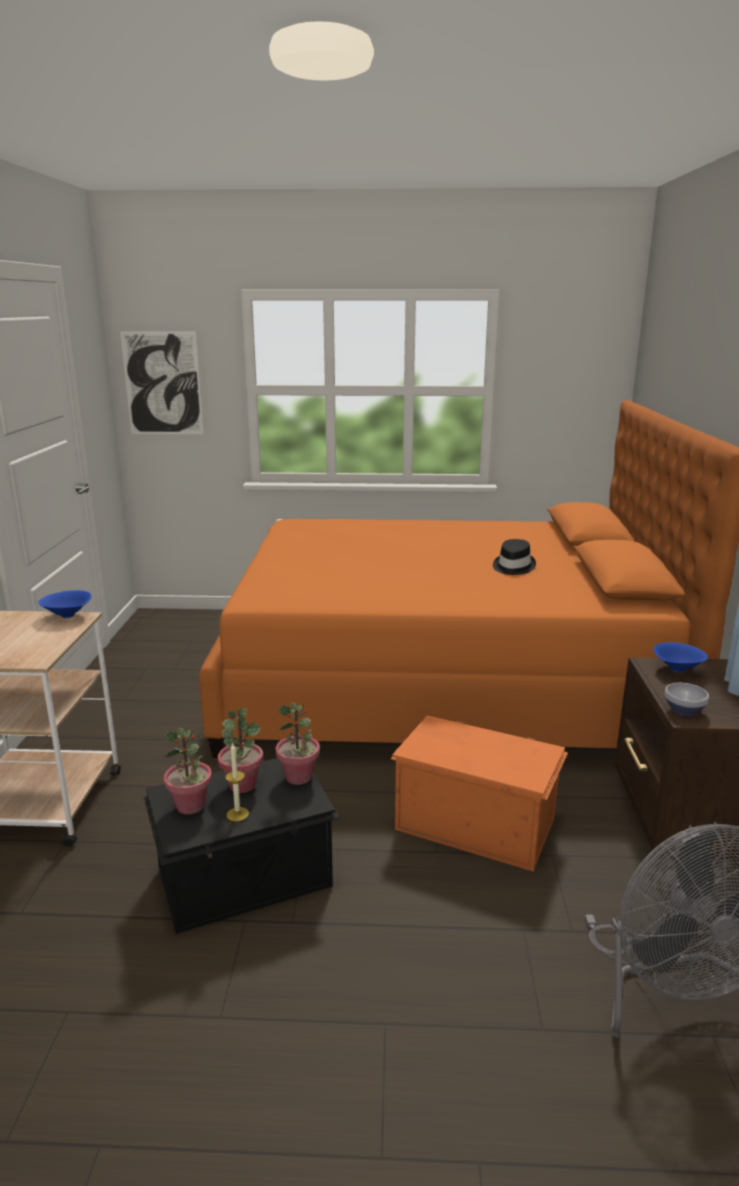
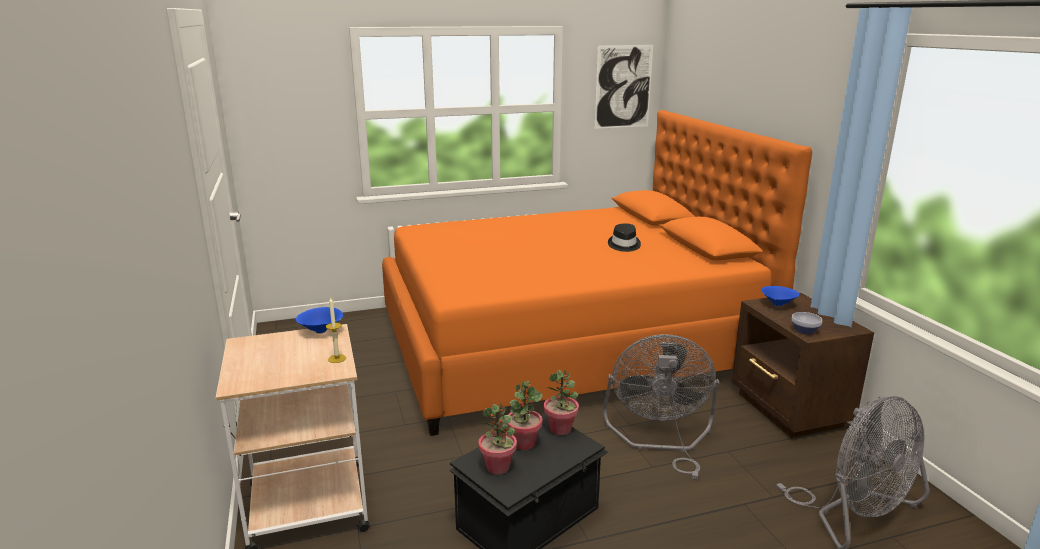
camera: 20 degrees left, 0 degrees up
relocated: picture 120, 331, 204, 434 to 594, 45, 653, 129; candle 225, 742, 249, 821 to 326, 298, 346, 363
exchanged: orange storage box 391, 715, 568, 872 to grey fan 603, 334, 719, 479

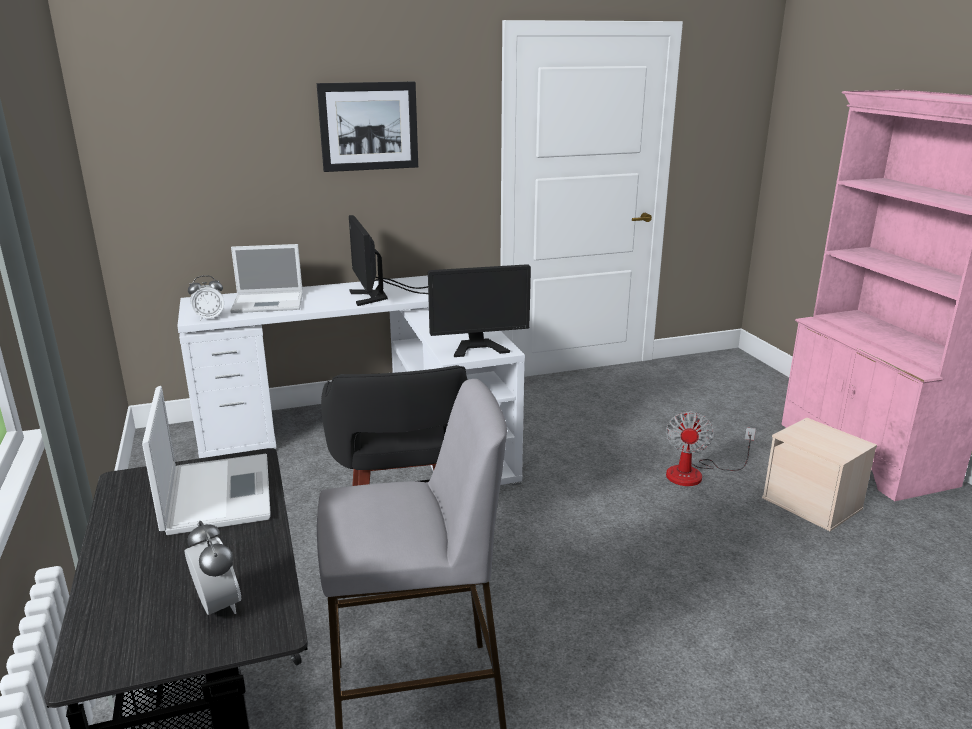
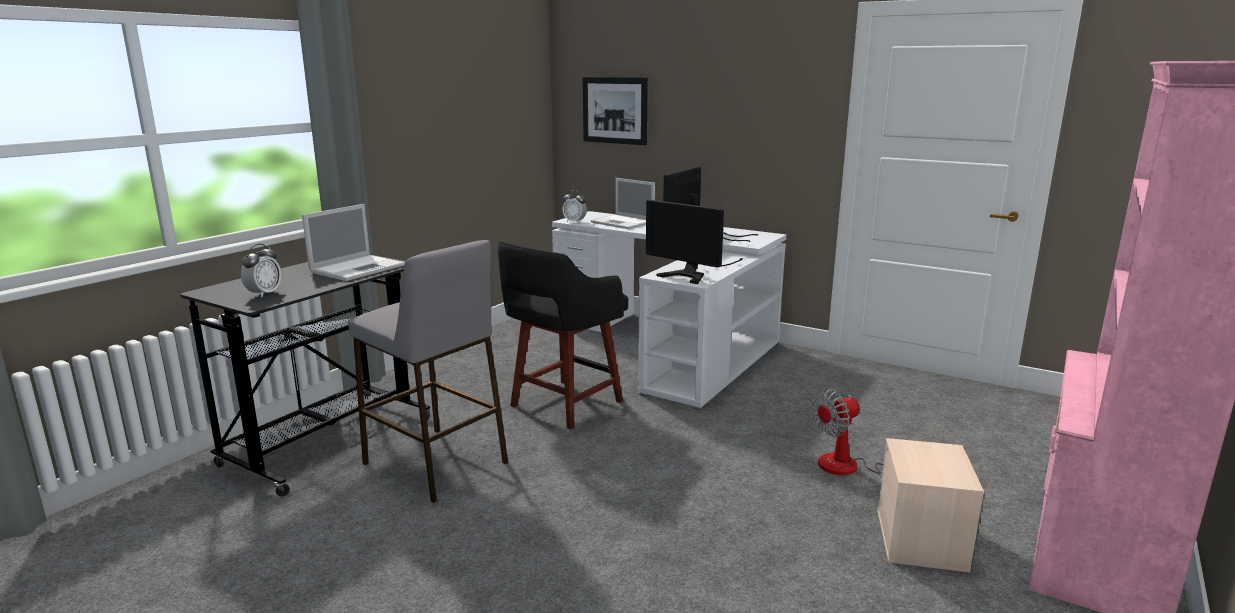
camera: 50 degrees right, 5 degrees down
relocated: picture 317, 82, 418, 172 to 583, 77, 648, 145

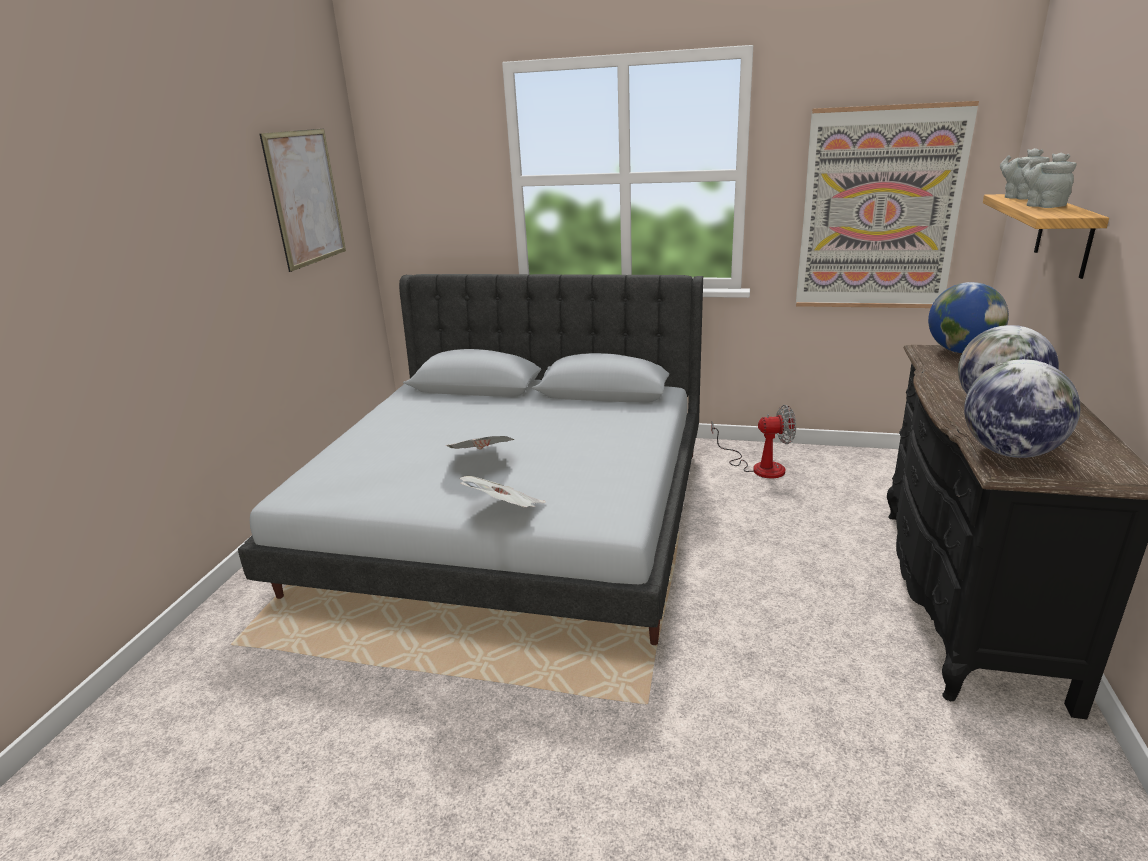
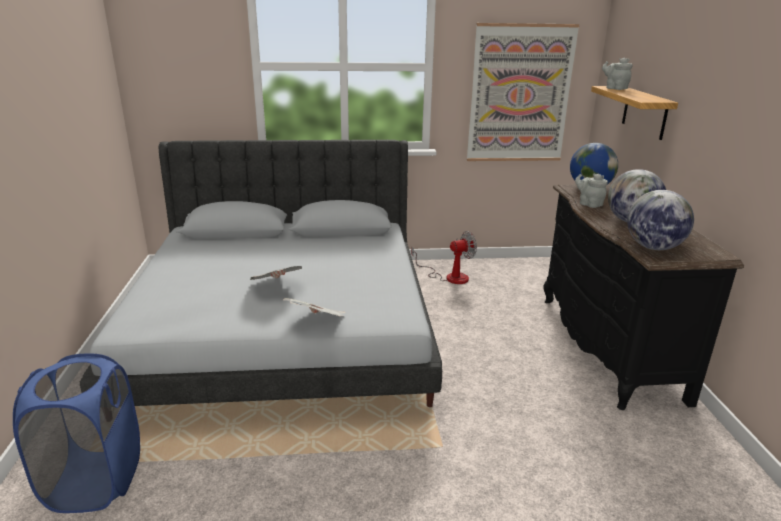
camera: 20 degrees left, 0 degrees up
missing: picture 259, 129, 346, 272
appeared: blue laundry basket 13, 353, 140, 513
relocated: grey teapot 1021, 152, 1077, 208 to 575, 174, 608, 208

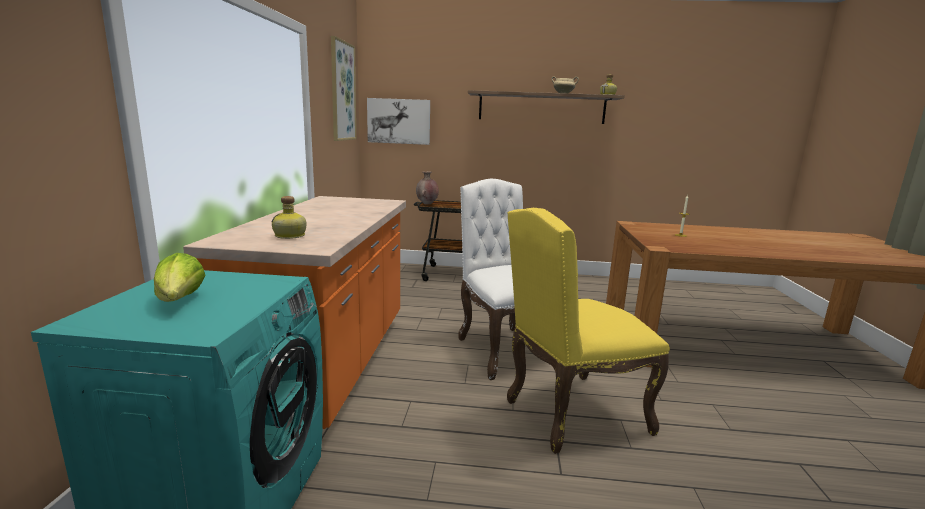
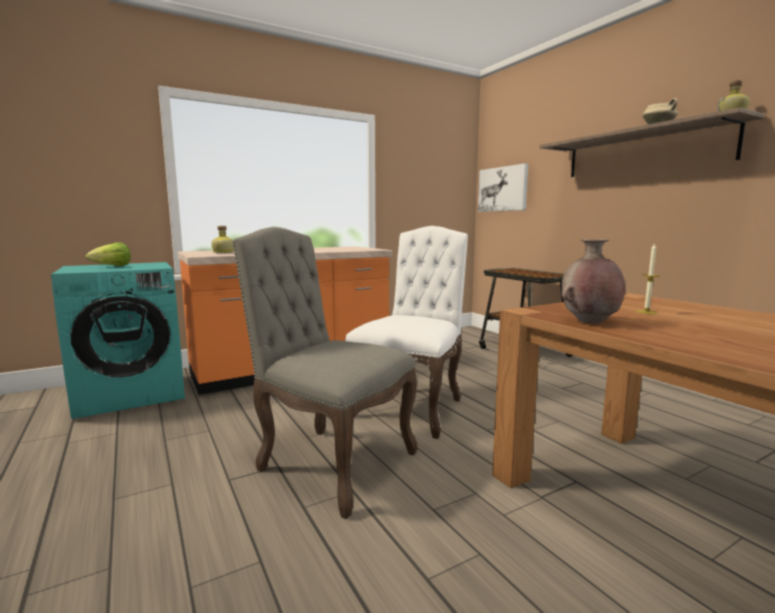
camera: 55 degrees right, 5 degrees down
missing: picture 331, 36, 356, 141
relocated: brown vase 416, 171, 439, 204 to 561, 239, 625, 324
colour: yellow chair 507, 208, 670, 454 to grey chair 233, 227, 417, 519

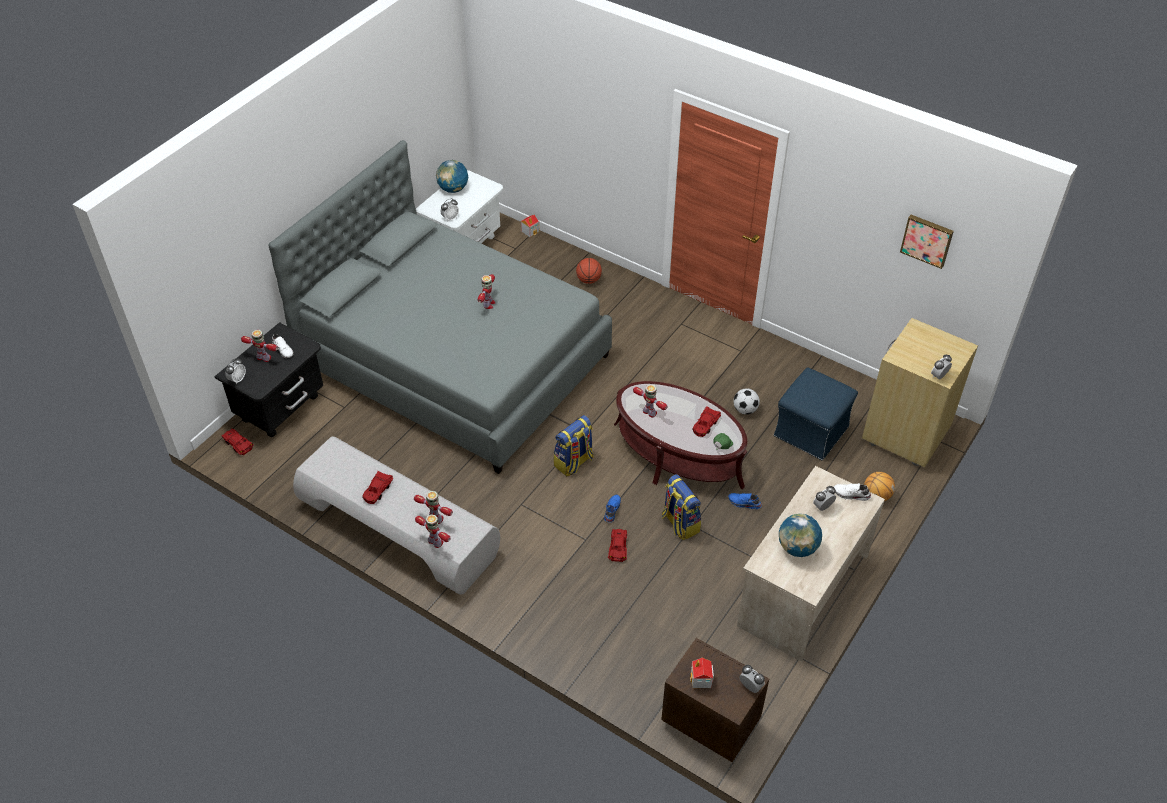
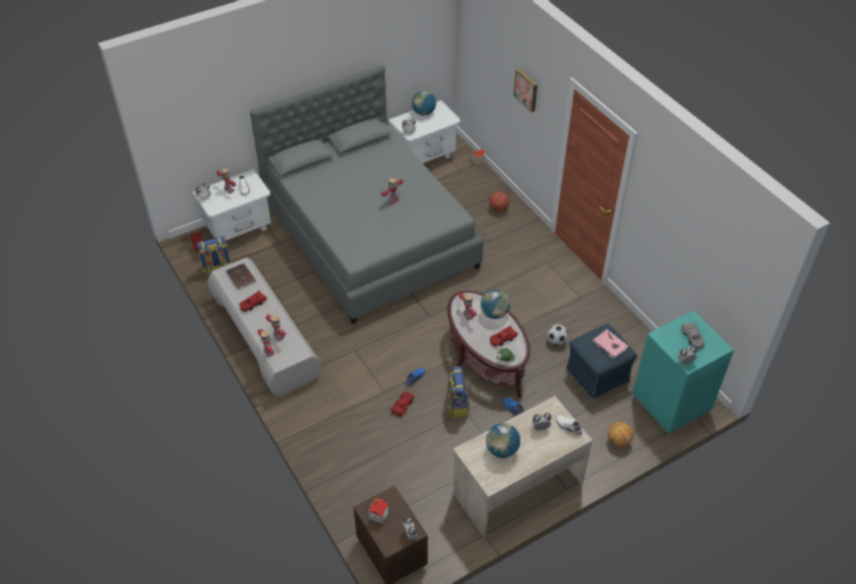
camera: 25 degrees right, 0 degrees up
appeared: brown book 226, 263, 256, 289; globe 481, 289, 510, 319; grey toy car 681, 322, 705, 349; pink book 593, 330, 628, 359
relocated: picture 900, 215, 954, 269 to 514, 69, 537, 112; backpack 554, 415, 594, 476 to 196, 236, 231, 276
colour: brown dresser 862, 318, 978, 467 to turquoise dresser 632, 311, 734, 434; black nightstand 214, 322, 323, 437 to white nightstand 192, 169, 271, 244

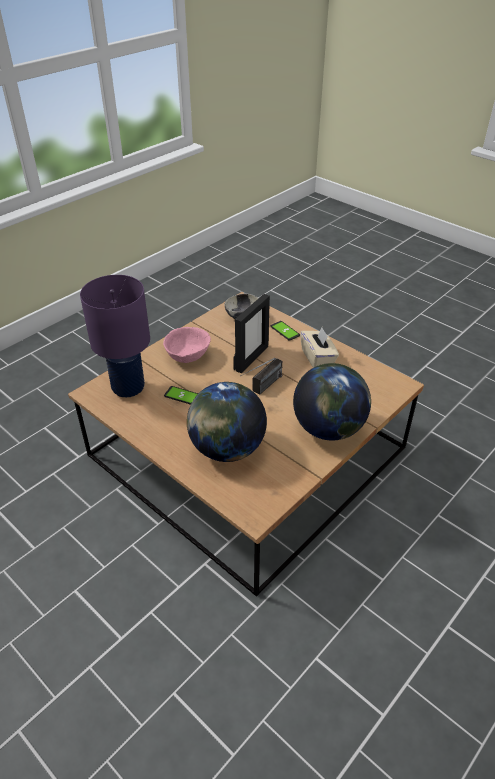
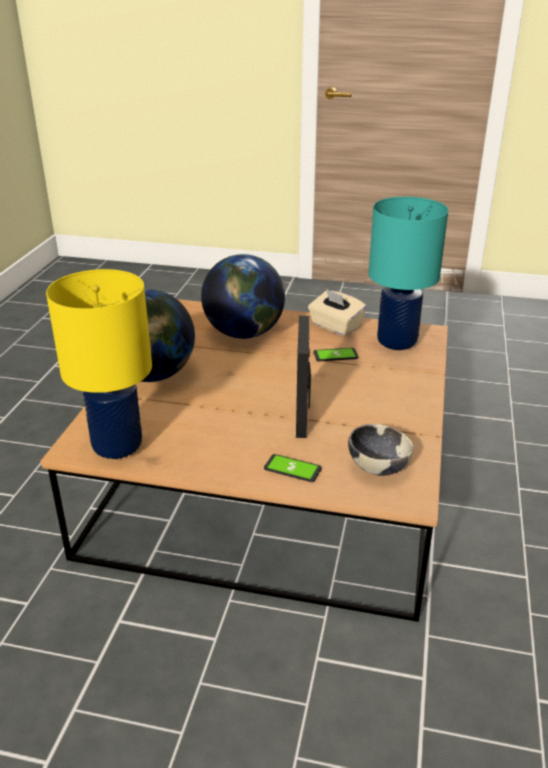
camera: 150 degrees right, 10 degrees down
missing: pink bowl 163, 327, 211, 363; radio 240, 358, 282, 394
appeared: yellow table lamp 46, 269, 152, 459
relocated: beige tissue box 300, 327, 339, 368 to 308, 289, 367, 336
colour: purple table lamp 80, 275, 150, 397 to turquoise table lamp 368, 197, 449, 350

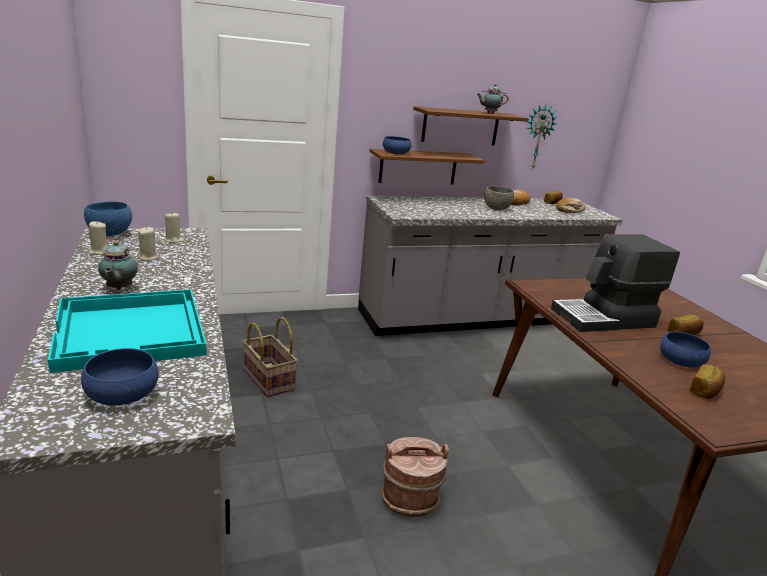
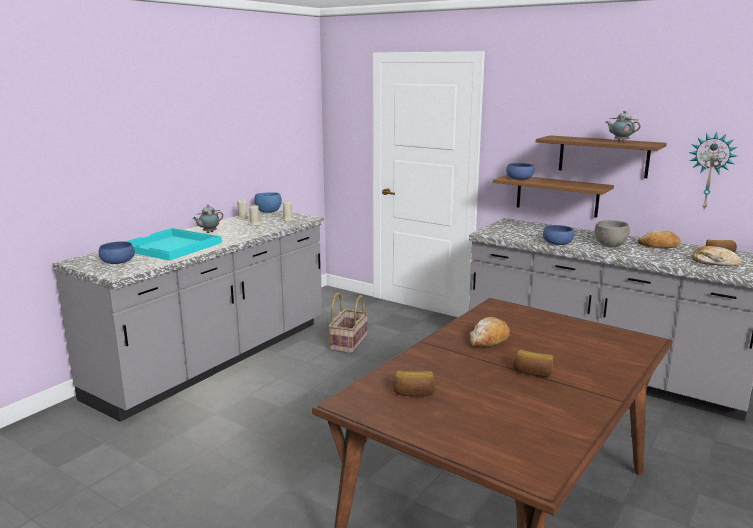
camera: 55 degrees right, 5 degrees down
missing: brown bucket 382, 437, 449, 518
relocated: blue bowl 660, 332, 711, 367 to 543, 225, 574, 245
exchanged: coffee machine 551, 234, 680, 332 to bread 470, 317, 510, 347

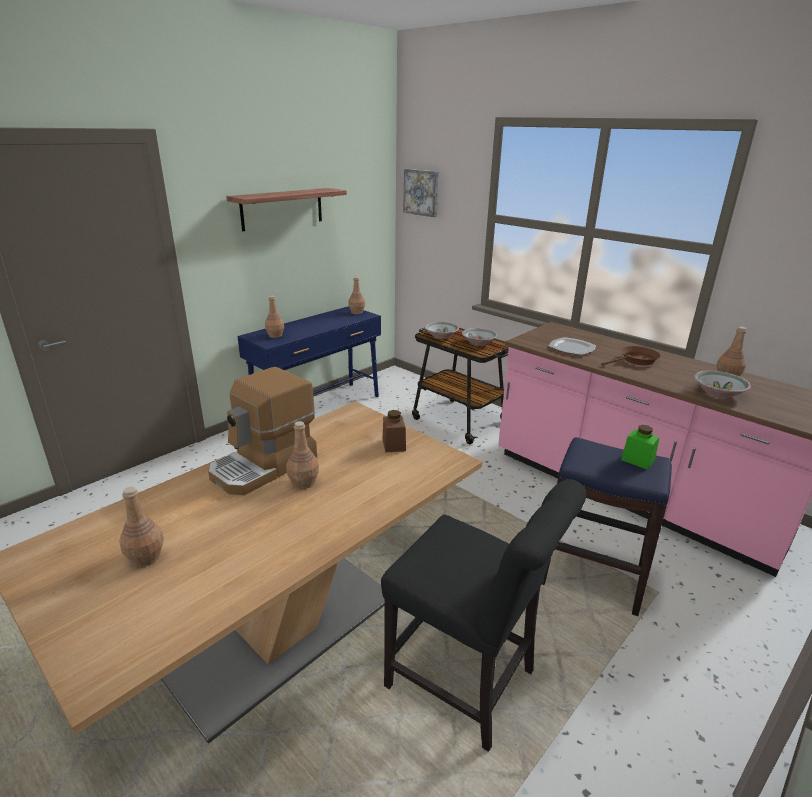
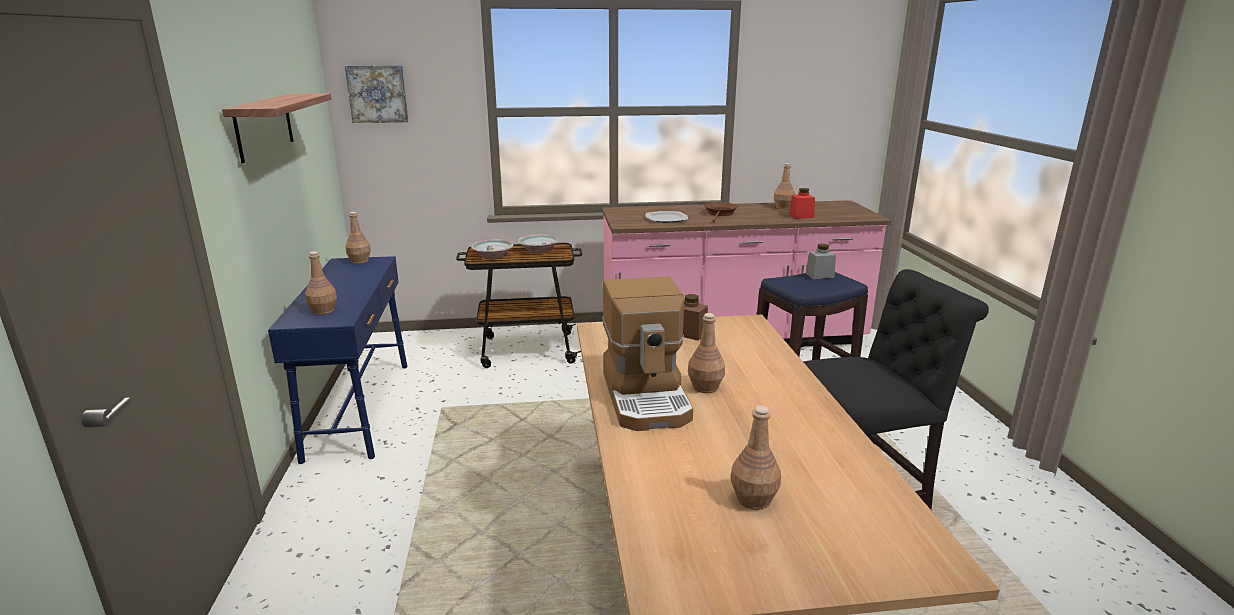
camera: 50 degrees left, 5 degrees down
exchanged: bowl 694, 370, 751, 398 to red jar 789, 188, 815, 219
colour: green jar 621, 425, 660, 470 to grey jar 806, 244, 836, 279

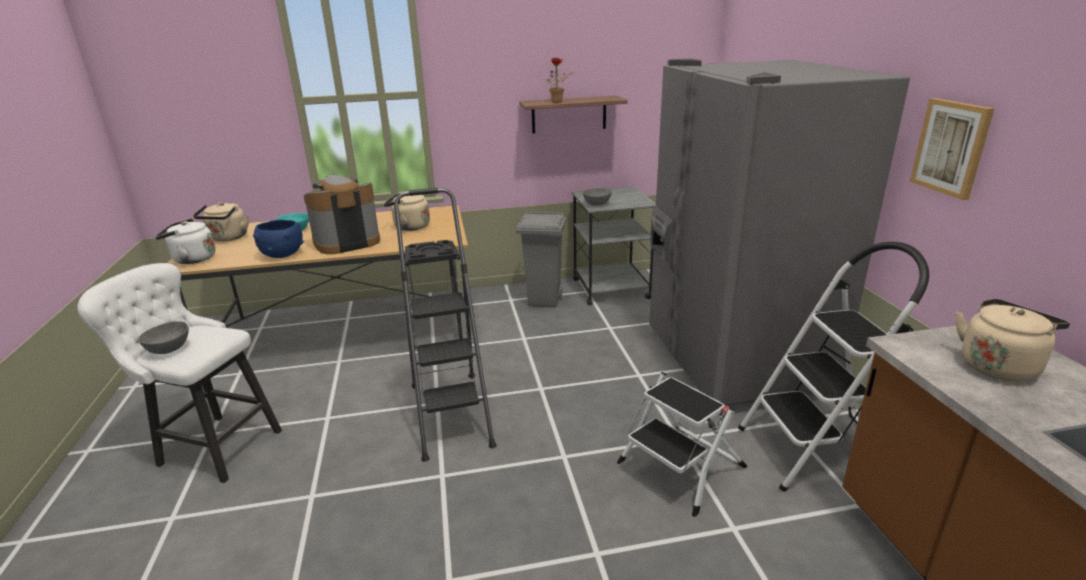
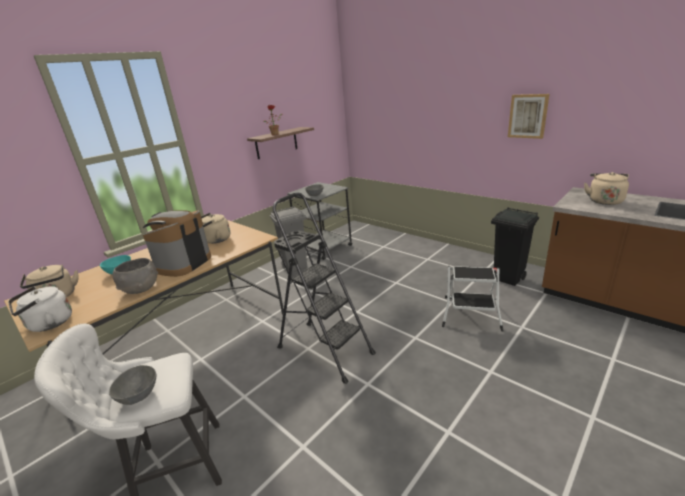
camera: 35 degrees left, 0 degrees up
missing: grey fridge 649, 58, 910, 415
exchanged: step ladder 738, 242, 929, 492 to black trash can 491, 207, 539, 286
colour: blue bowl 253, 220, 304, 258 to grey bowl 113, 258, 158, 294

